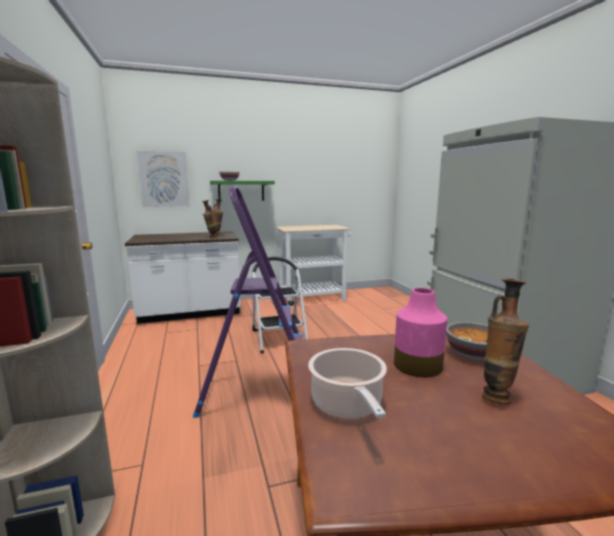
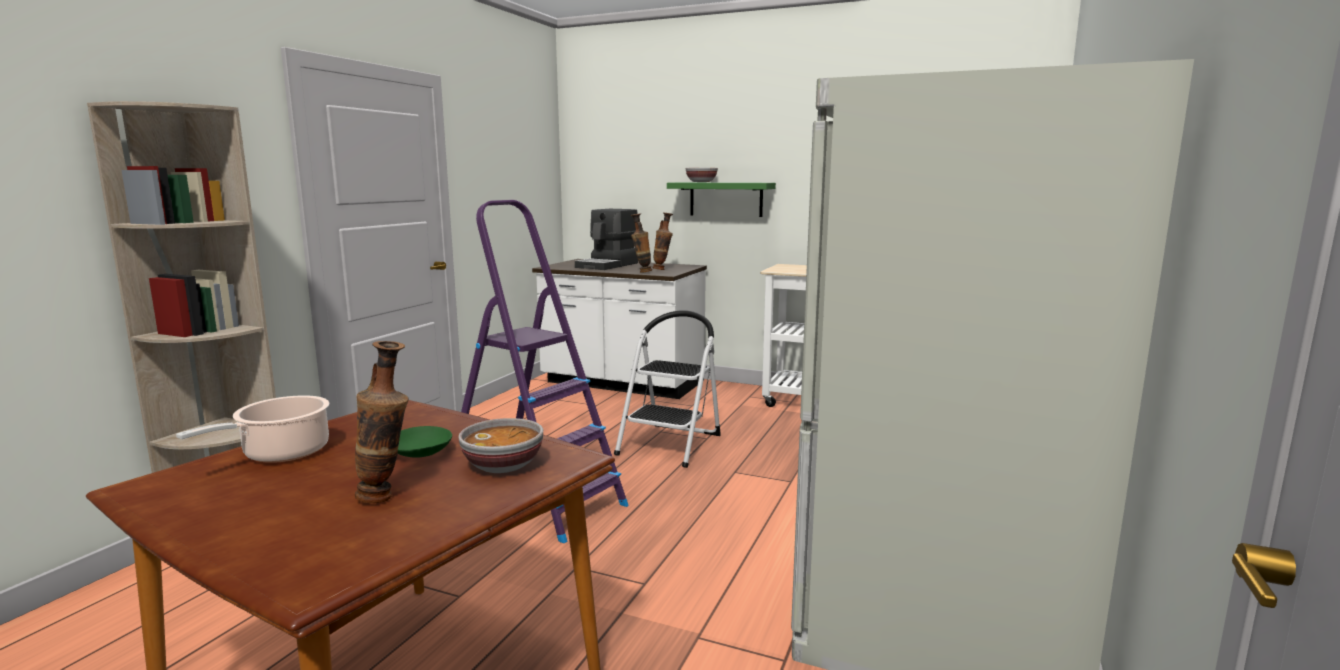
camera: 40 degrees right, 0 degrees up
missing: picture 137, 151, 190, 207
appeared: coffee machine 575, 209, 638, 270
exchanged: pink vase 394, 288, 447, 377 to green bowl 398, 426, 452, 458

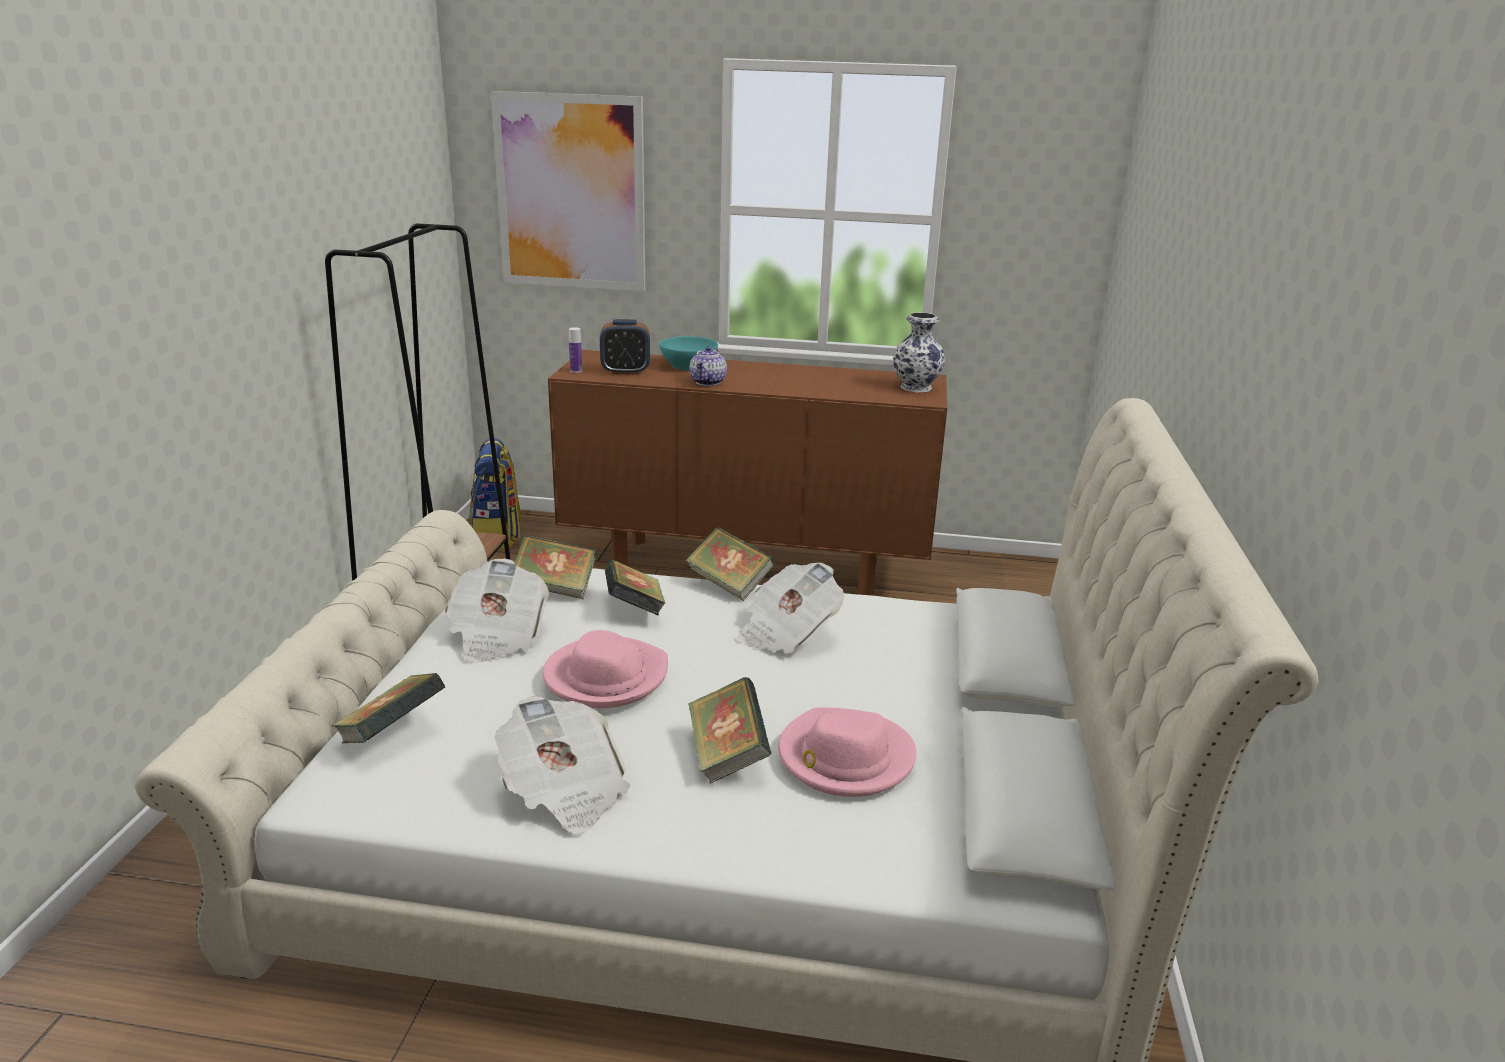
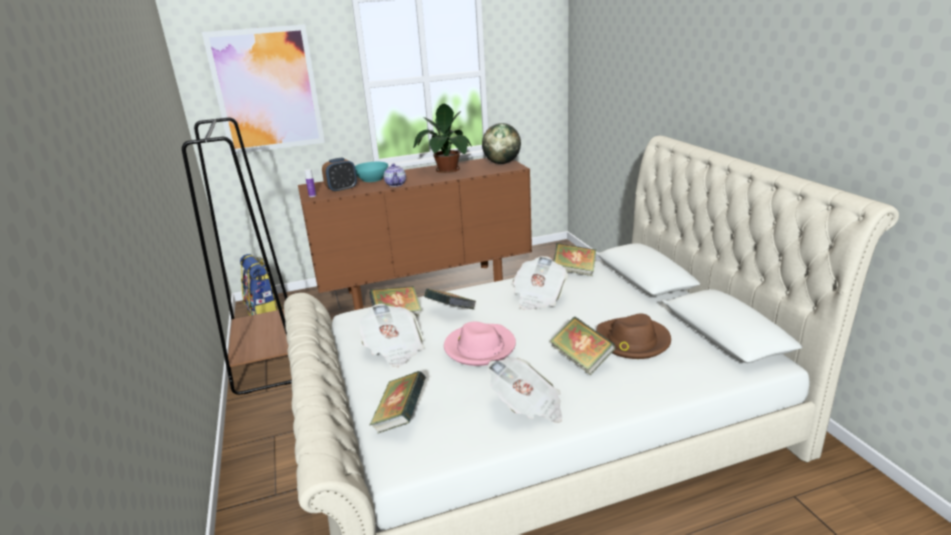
camera: 25 degrees left, 0 degrees up
appeared: potted plant 413, 104, 472, 173
relocated: book 686, 527, 775, 601 to 554, 243, 596, 276
exchanged: vase 893, 312, 945, 392 to globe 482, 123, 521, 164
colour: pink hat 778, 707, 916, 797 to brown hat 596, 314, 671, 359

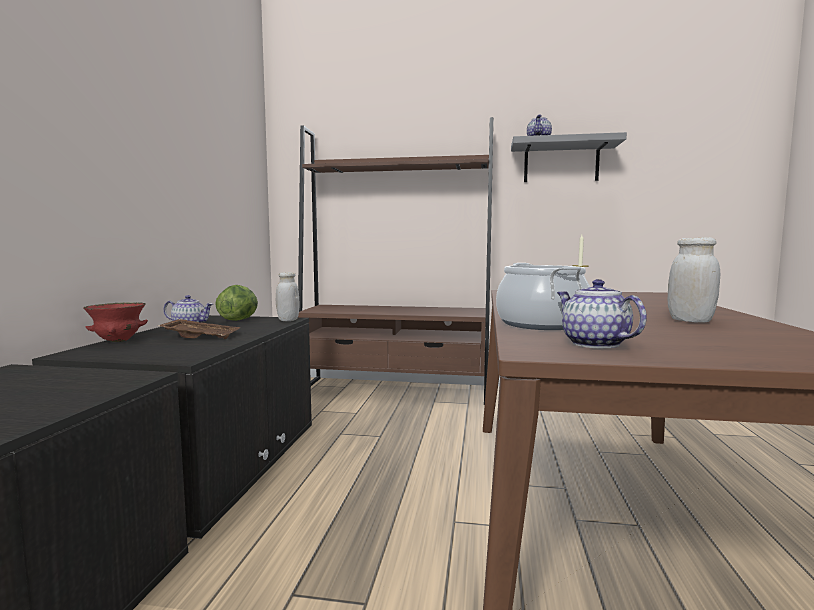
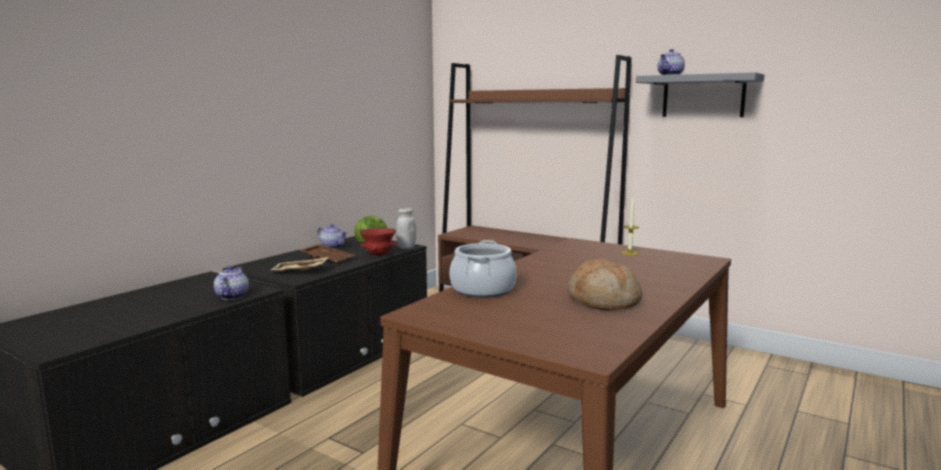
camera: 25 degrees right, 5 degrees up
appeared: beige tray 271, 257, 329, 272
relocated: teapot 557, 279, 647, 348 to 214, 266, 249, 300; red bowl 83, 302, 148, 342 to 360, 228, 397, 256
exchanged: white jar 668, 237, 720, 323 to bread 567, 258, 642, 311

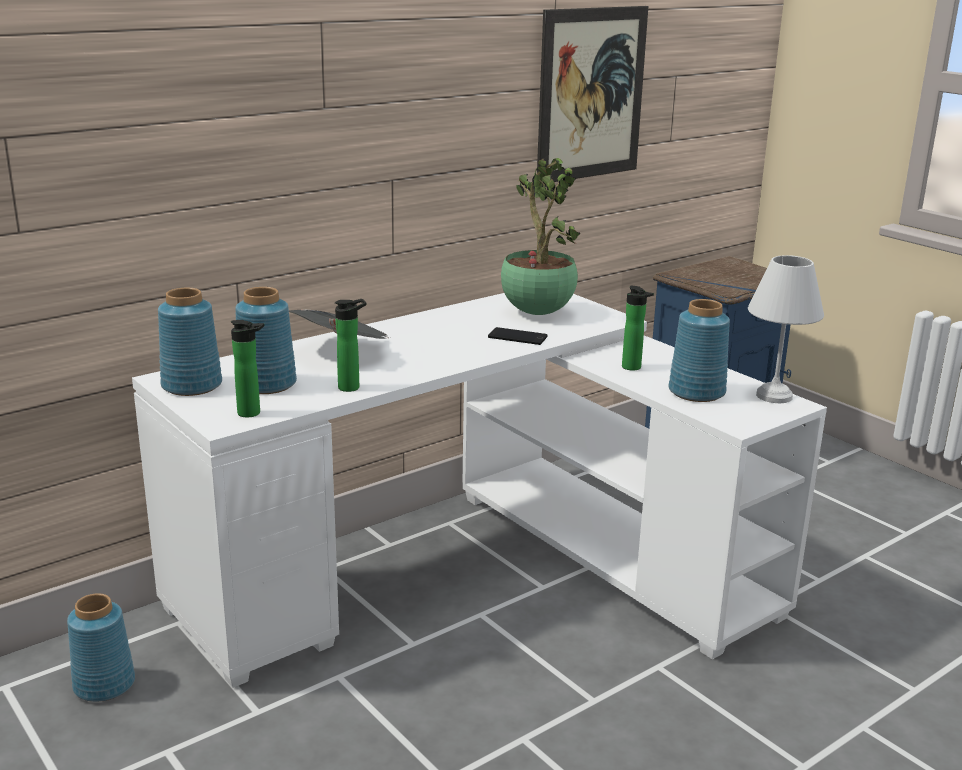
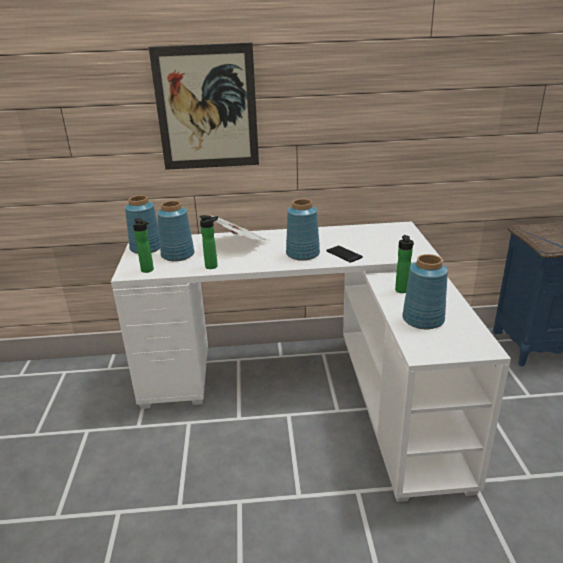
camera: 35 degrees right, 5 degrees up
missing: potted plant 501, 158, 580, 315; white table lamp 748, 255, 824, 403
relocated: picture 537, 6, 648, 182 to 149, 42, 259, 170; blue vase 67, 593, 135, 702 to 286, 199, 320, 261

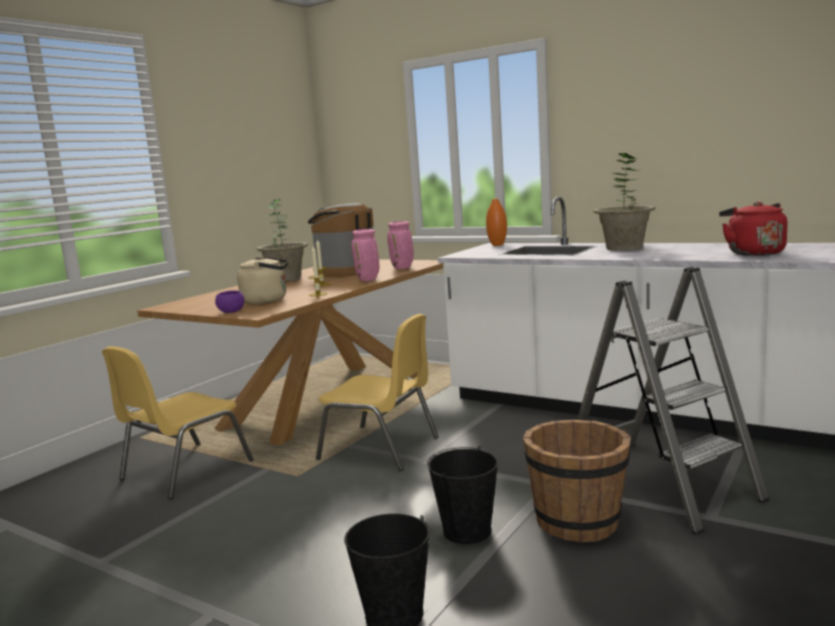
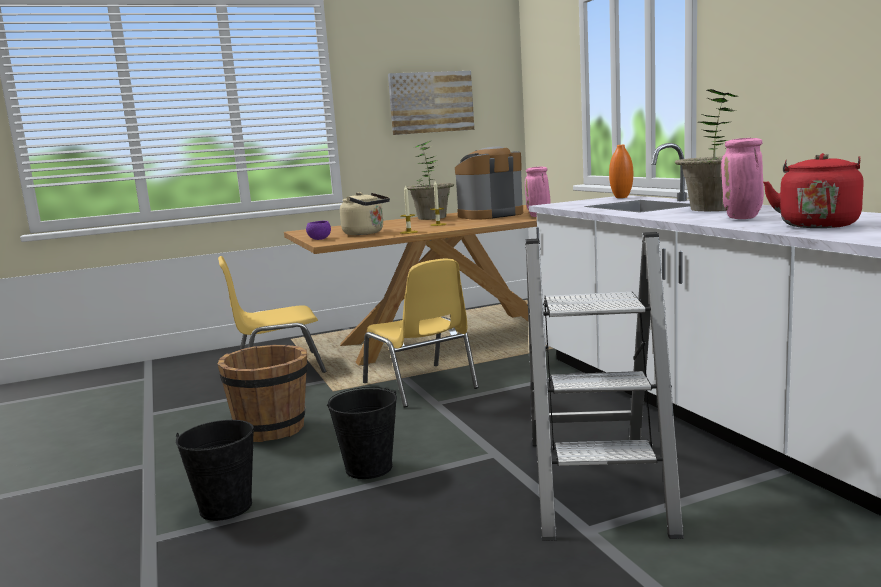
camera: 35 degrees right, 0 degrees up
appeared: picture 388, 71, 474, 135
relocated: pink vase 352, 229, 379, 281 to 721, 138, 764, 219; brown bucket 523, 420, 631, 542 to 217, 345, 308, 442

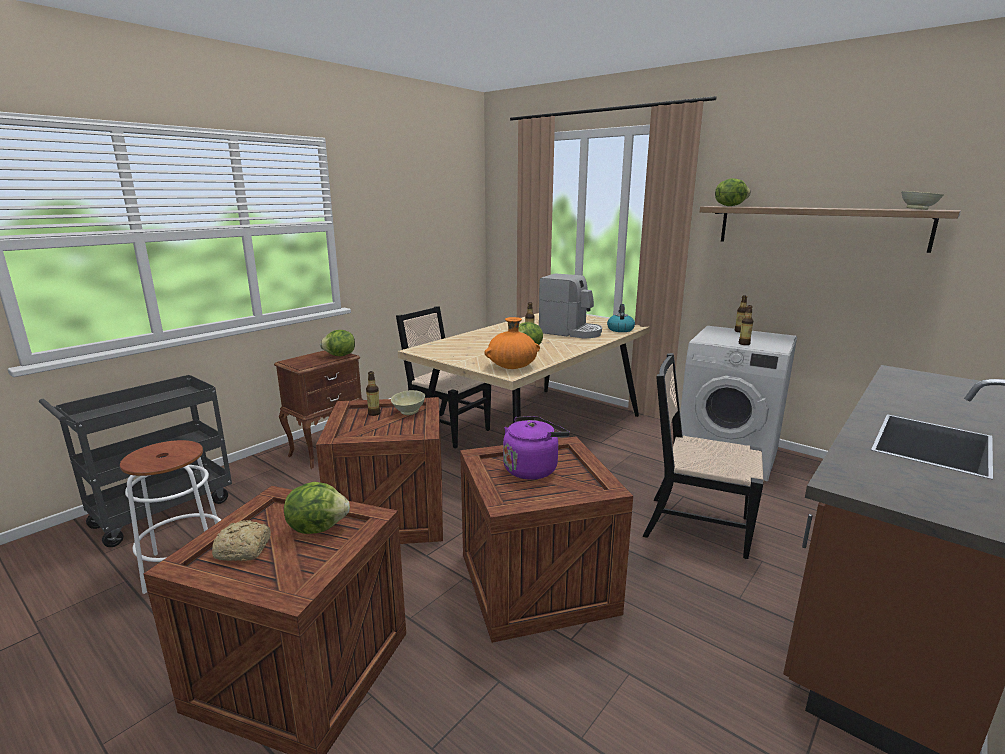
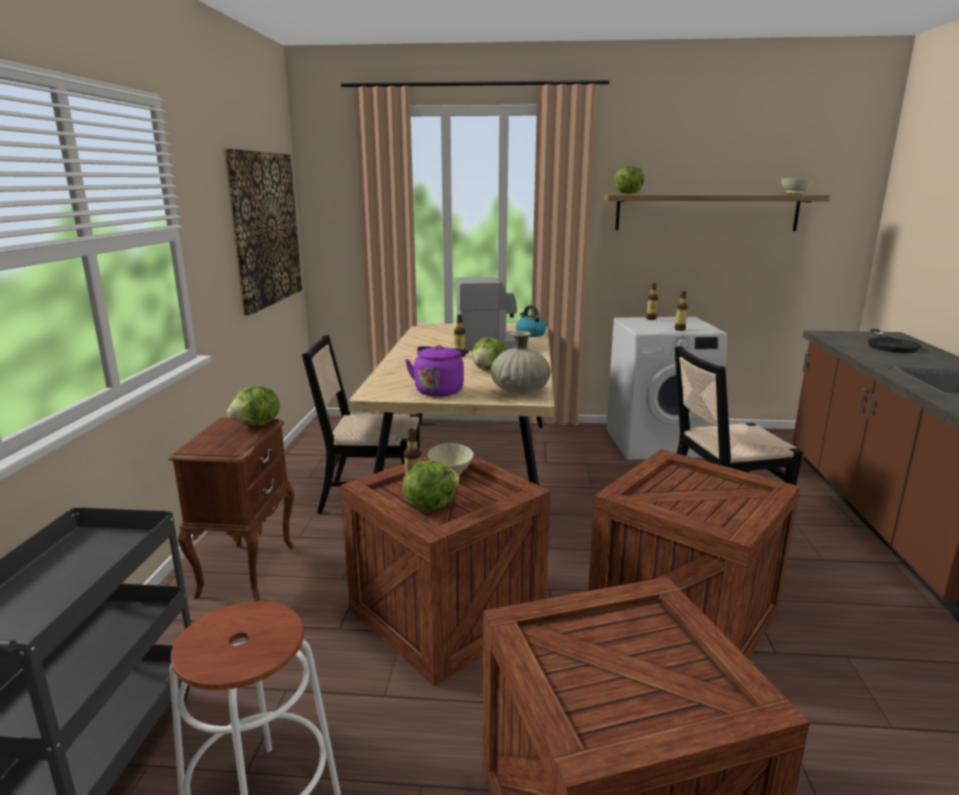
camera: 35 degrees left, 0 degrees up
missing: bread 212, 520, 271, 561
appeared: picture 224, 149, 302, 316; black frying pan 868, 329, 921, 353
relocated: purple kettle 503, 416, 570, 480 to 405, 345, 469, 397; lettuce 284, 482, 350, 534 to 402, 461, 460, 511
colour: orange vase 484, 317, 540, 369 to beige vase 491, 331, 551, 394

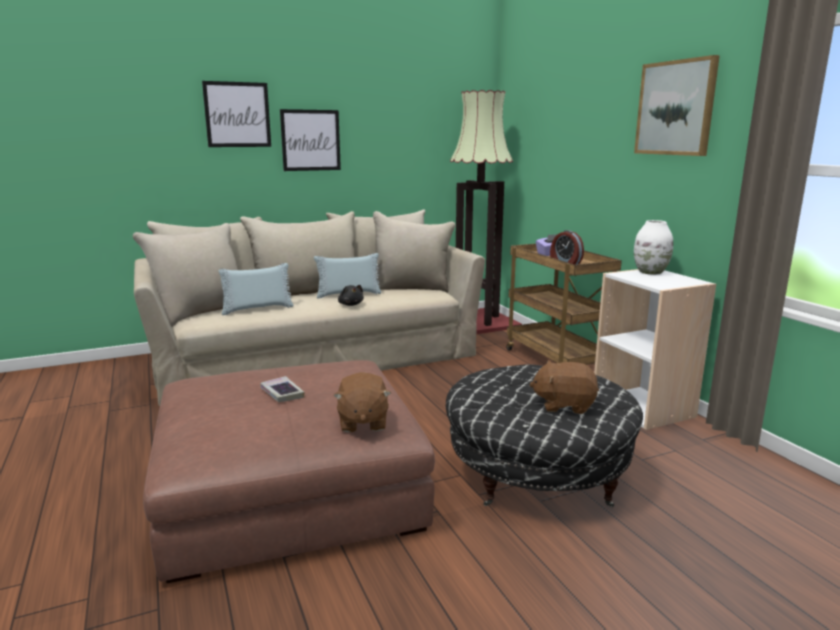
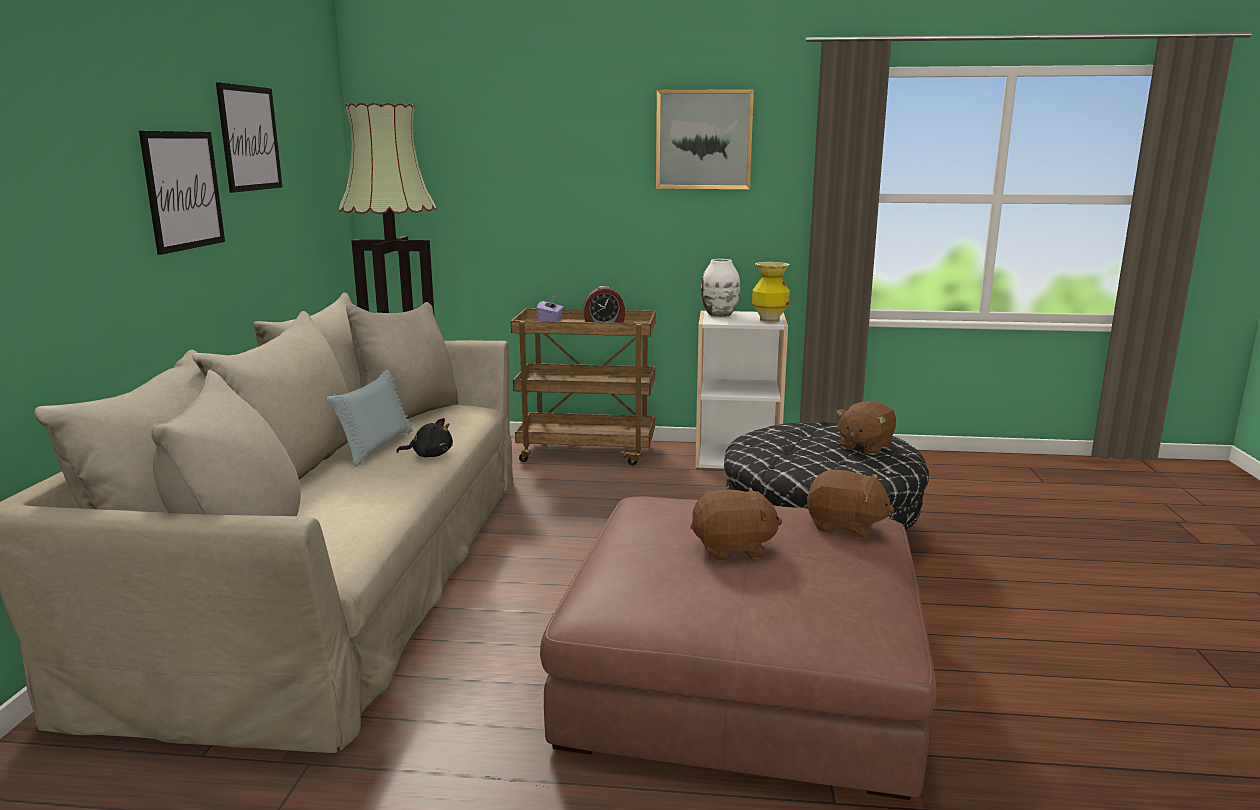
camera: 60 degrees left, 0 degrees up
missing: blue pillow 219, 263, 293, 315
appeared: vase 752, 262, 790, 322
relocated: picture 202, 81, 271, 147 to 216, 82, 282, 193
exchanged: book 260, 376, 304, 402 to brown plush toy 691, 487, 782, 561

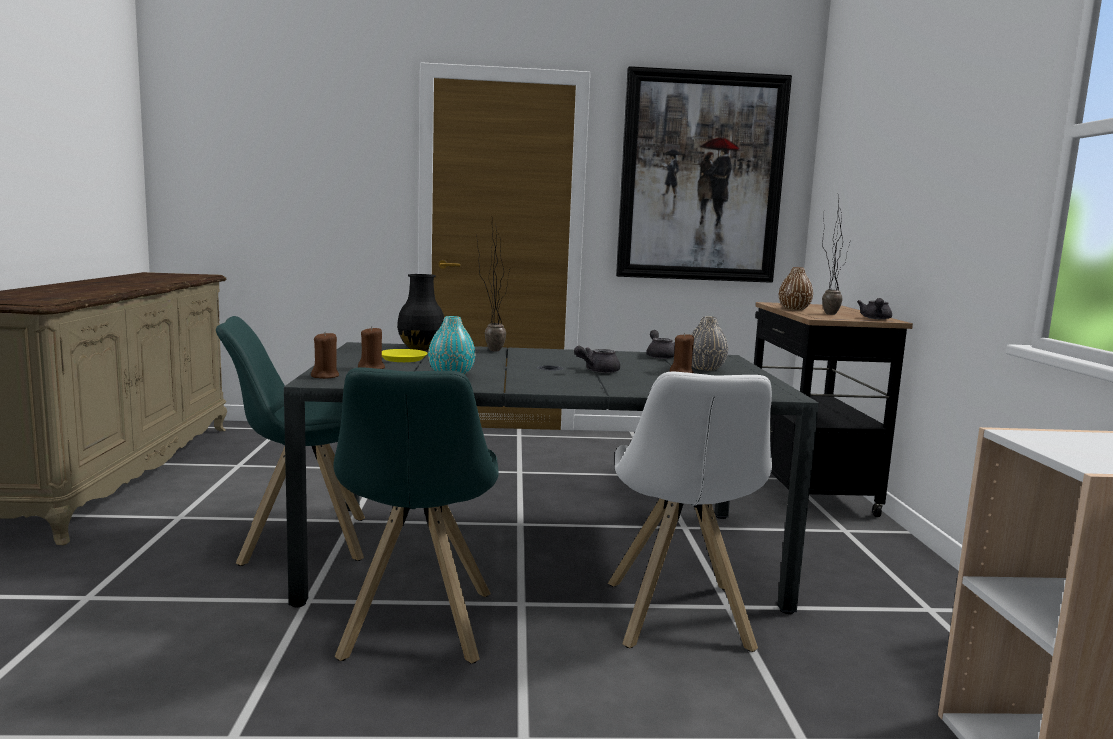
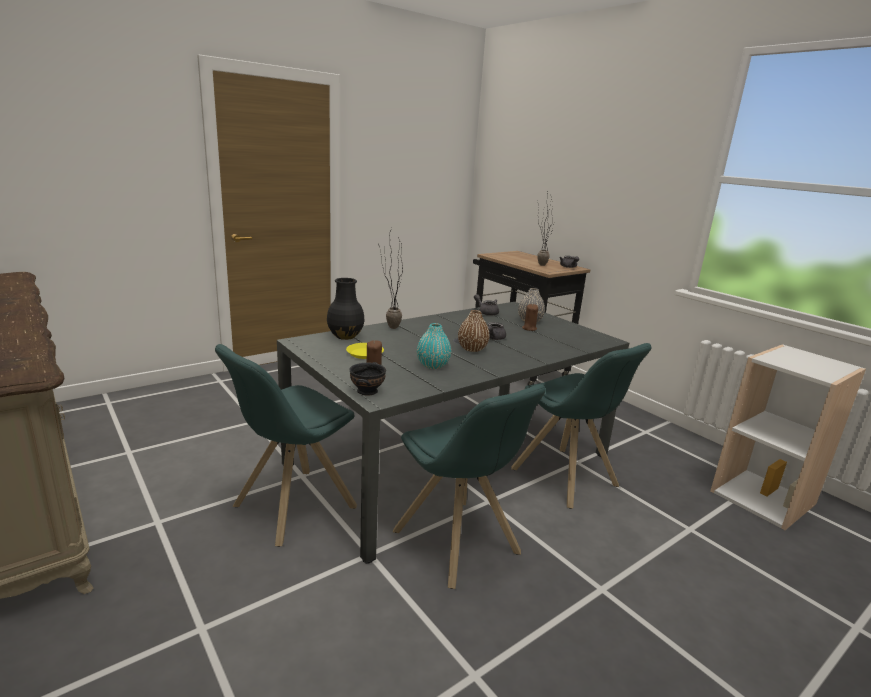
camera: 35 degrees left, 10 degrees up
missing: picture 616, 66, 792, 283
relocated: brown vase 779, 267, 813, 310 to 458, 310, 490, 352
exchanged: brown candle 311, 331, 339, 379 to black bowl 350, 362, 386, 396
colour: white chair 608, 372, 772, 652 to turquoise chair 511, 343, 652, 509

